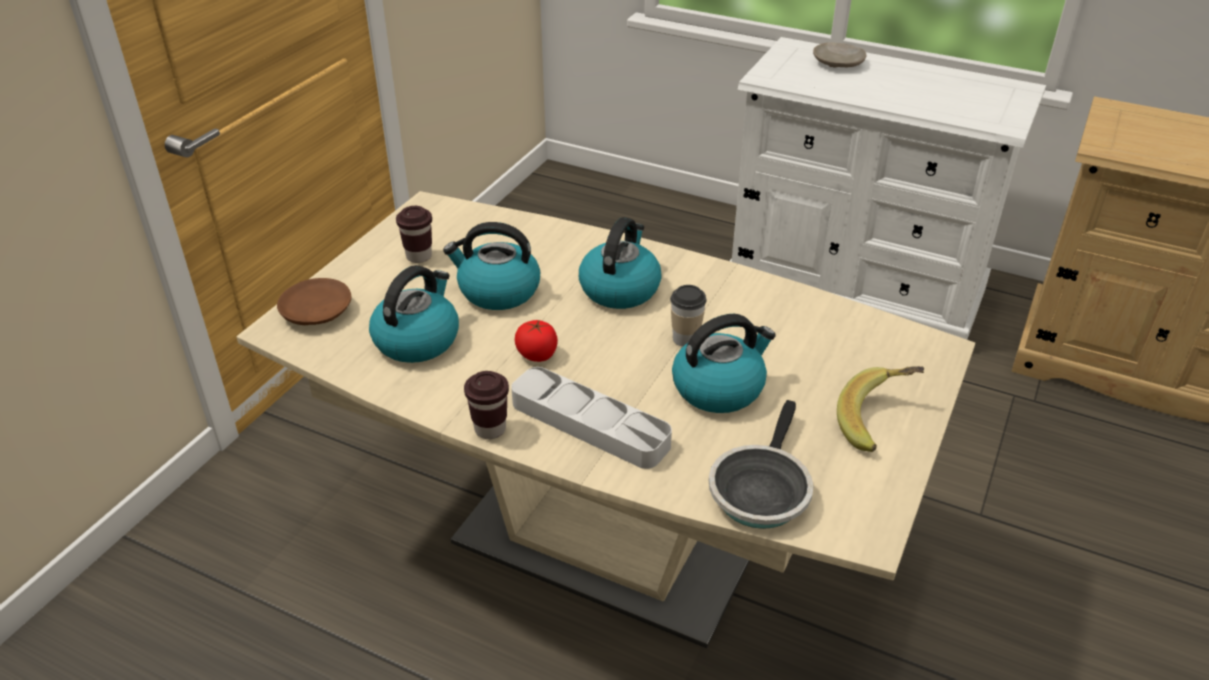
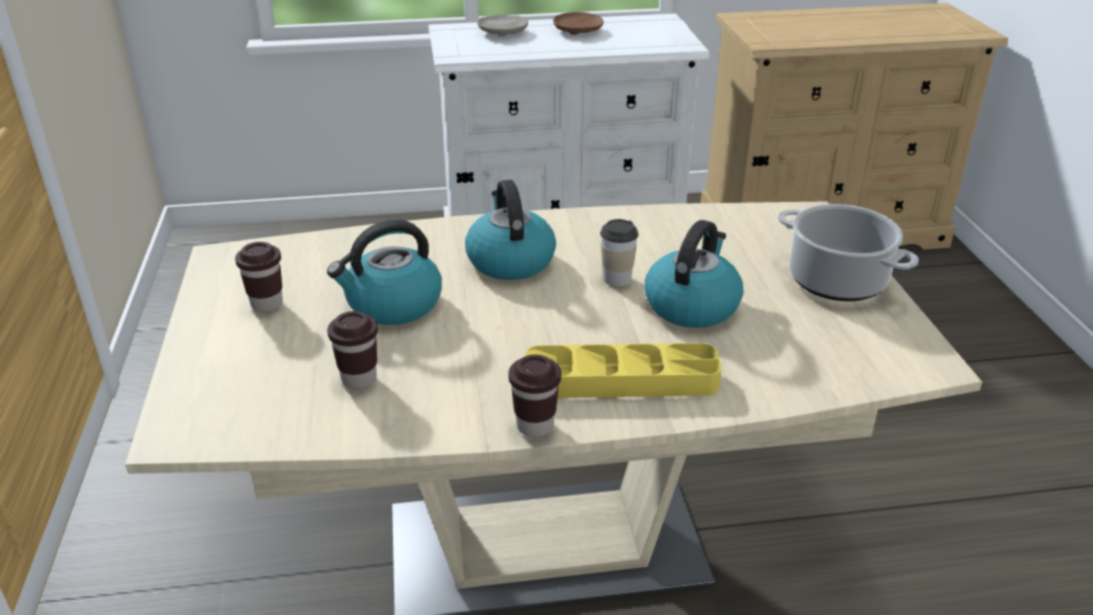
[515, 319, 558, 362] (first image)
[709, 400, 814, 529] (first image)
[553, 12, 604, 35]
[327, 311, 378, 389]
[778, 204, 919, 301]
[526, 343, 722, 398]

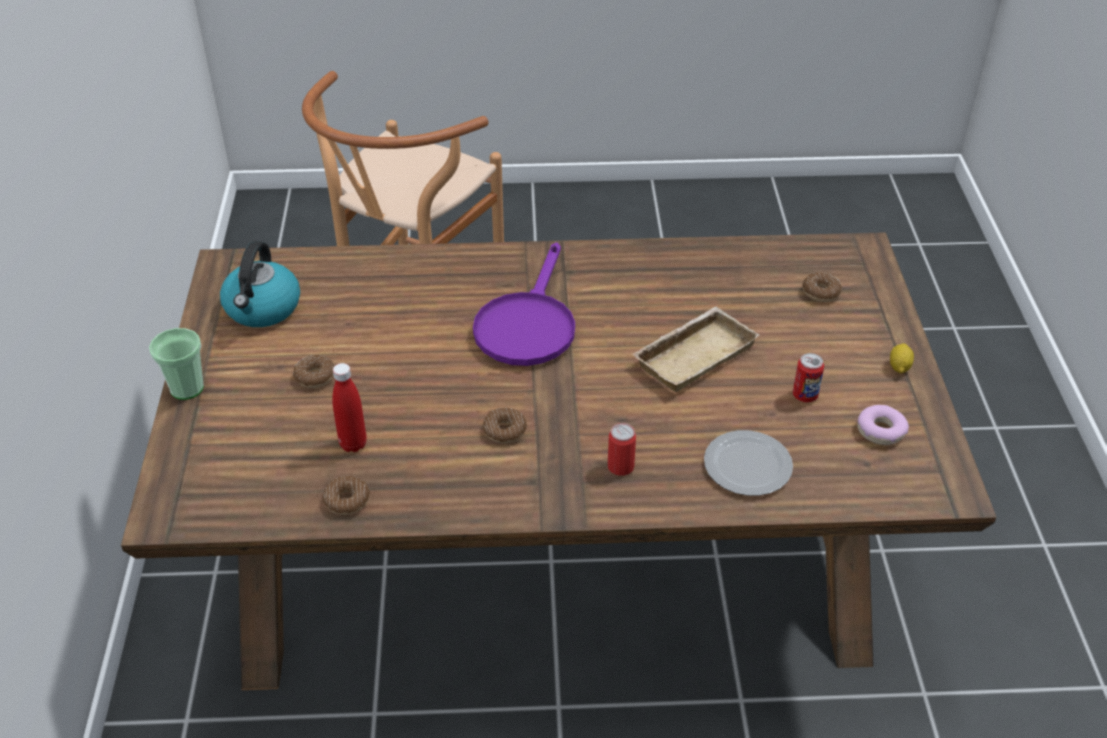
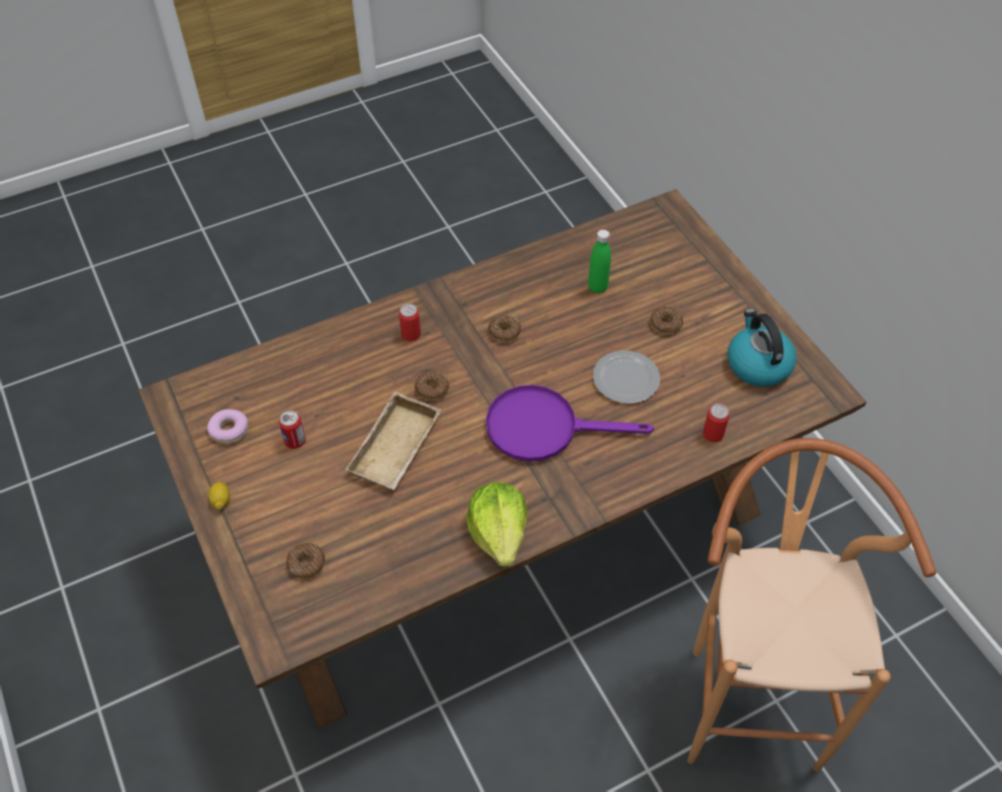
[149, 328, 204, 400] (first image)
[467, 482, 527, 567]
[703, 403, 729, 443]
[415, 371, 449, 401]
[593, 350, 660, 404]
[588, 230, 611, 294]
[486, 385, 654, 462]

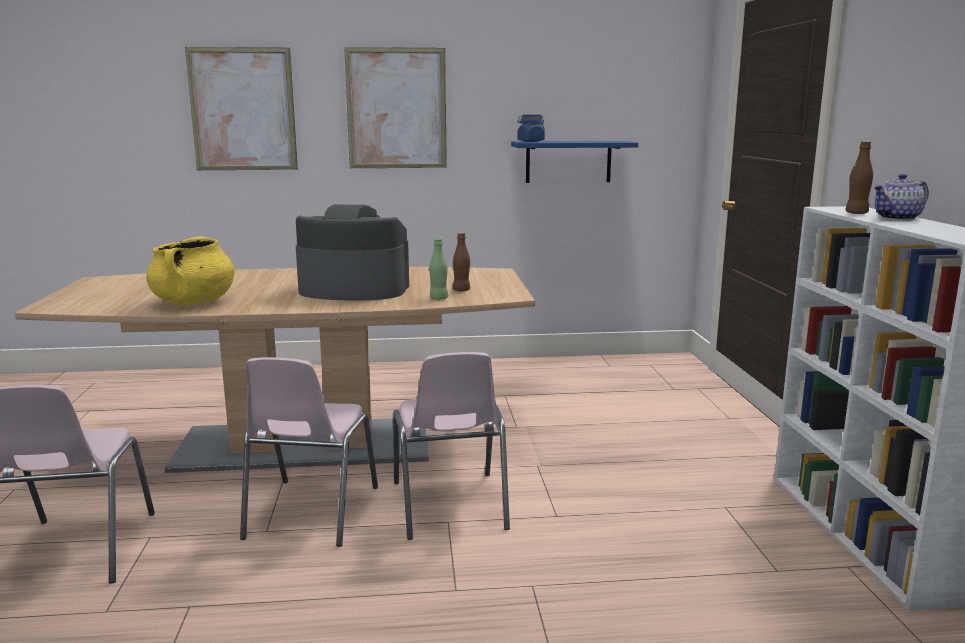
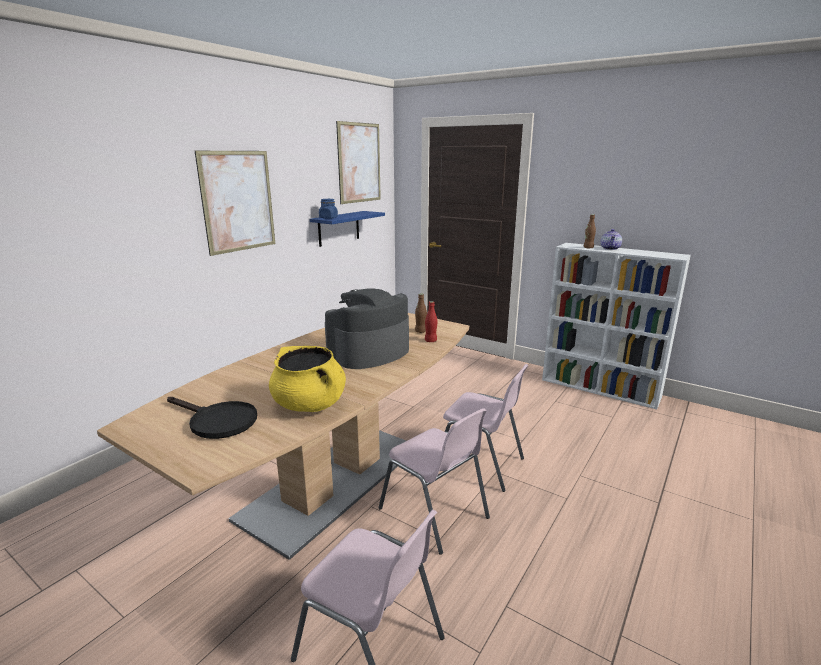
[167, 397, 257, 439]
[336, 121, 381, 204]
[425, 301, 438, 342]

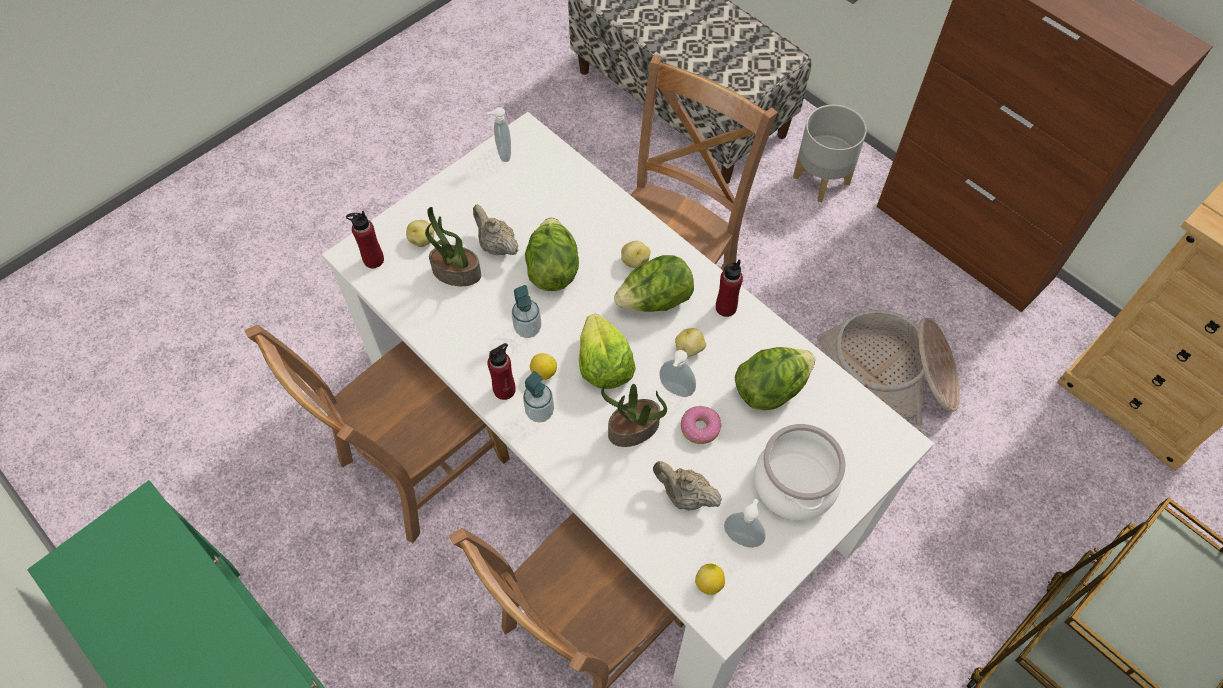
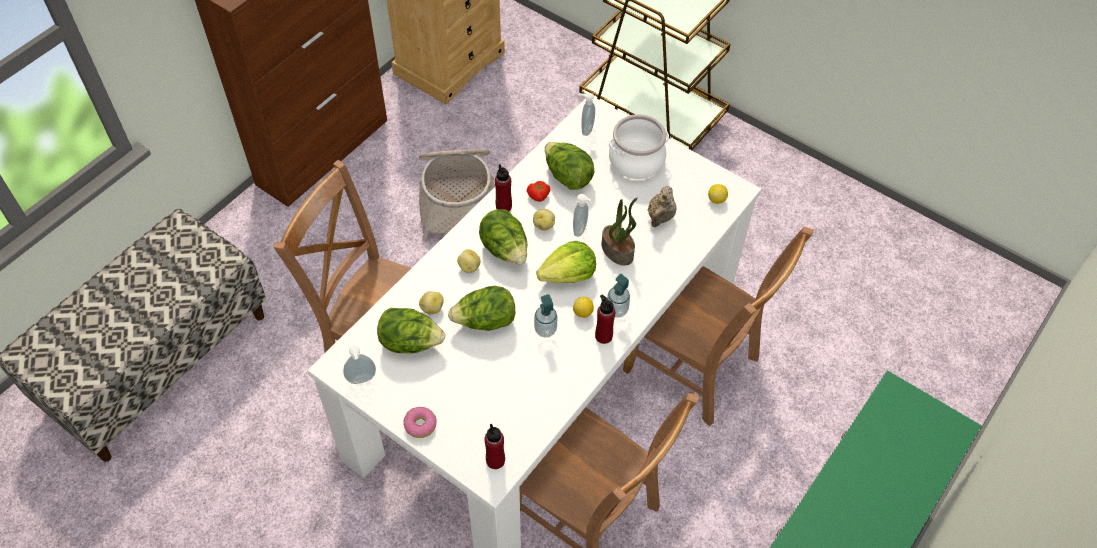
[425, 207, 481, 286] (first image)
[473, 204, 519, 255] (first image)
[793, 105, 867, 202] (first image)
[377, 308, 445, 354]
[526, 181, 550, 202]
[419, 291, 444, 314]
[403, 407, 436, 438]
[580, 93, 595, 136]

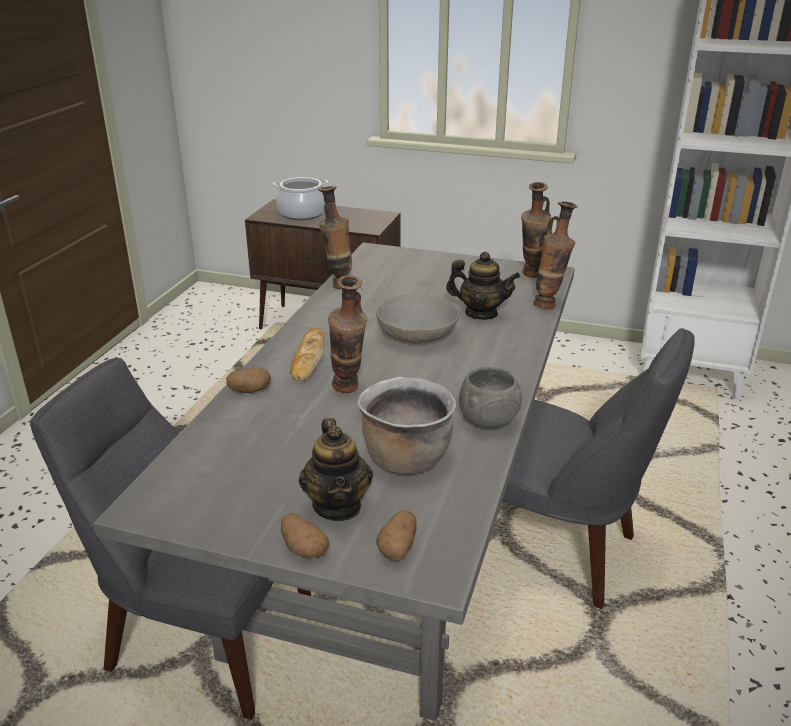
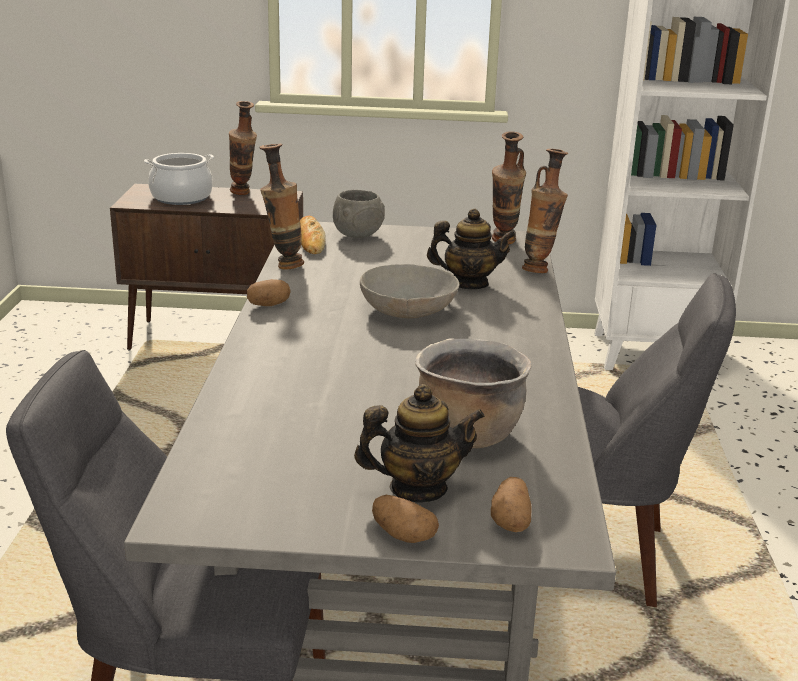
[247, 279, 290, 306]
[300, 216, 326, 254]
[229, 101, 257, 195]
[333, 190, 385, 238]
[354, 384, 485, 503]

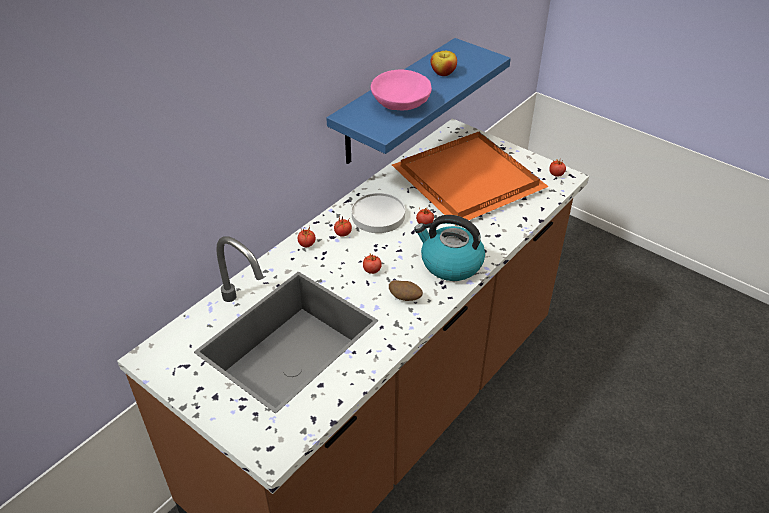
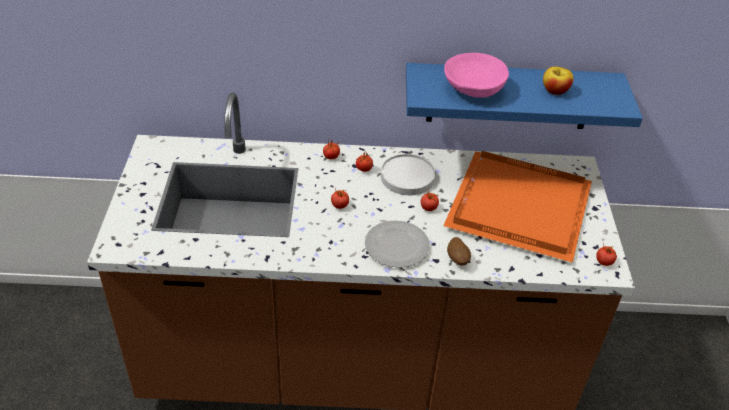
[447, 237, 471, 265]
[365, 220, 430, 268]

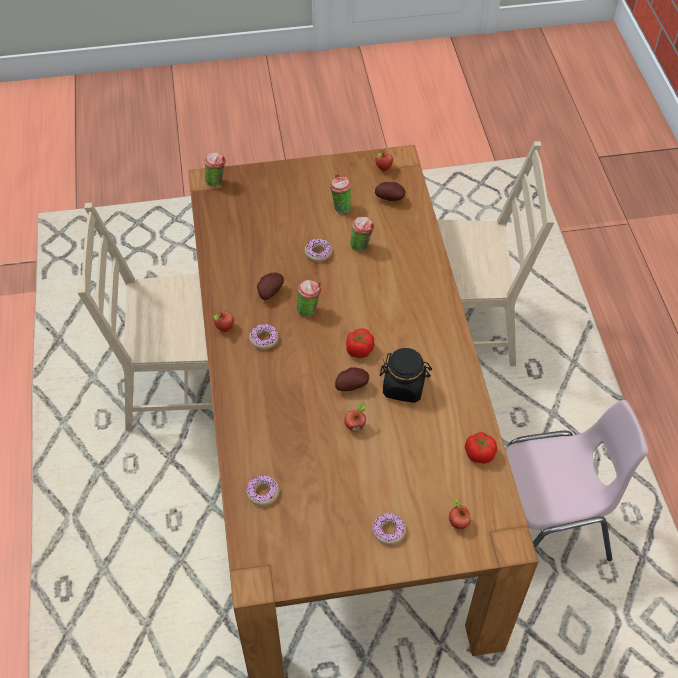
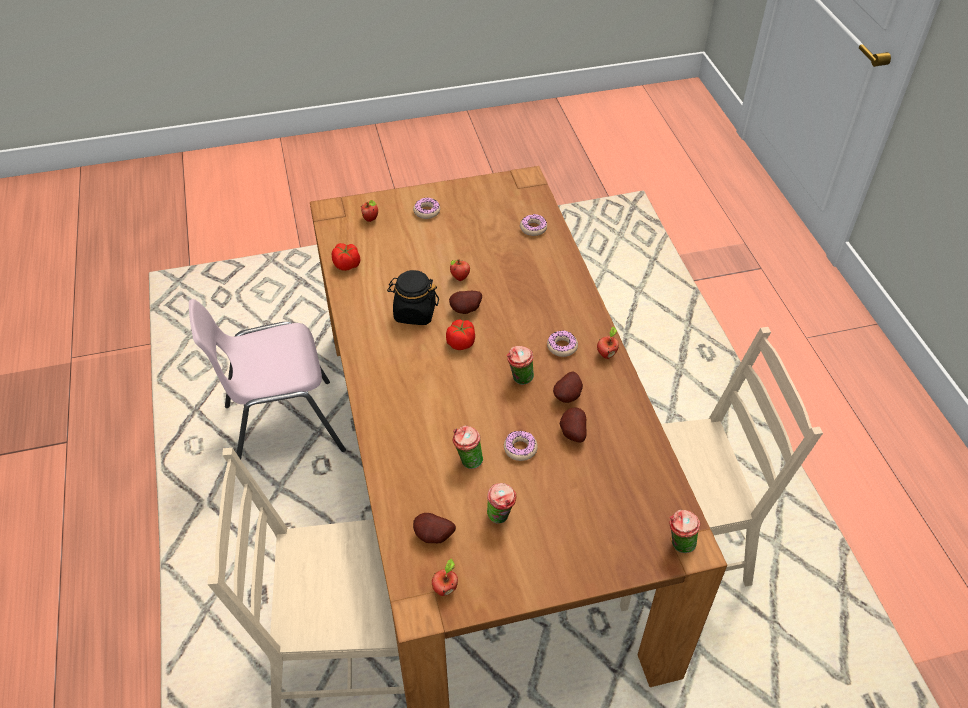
[559, 407, 587, 443]

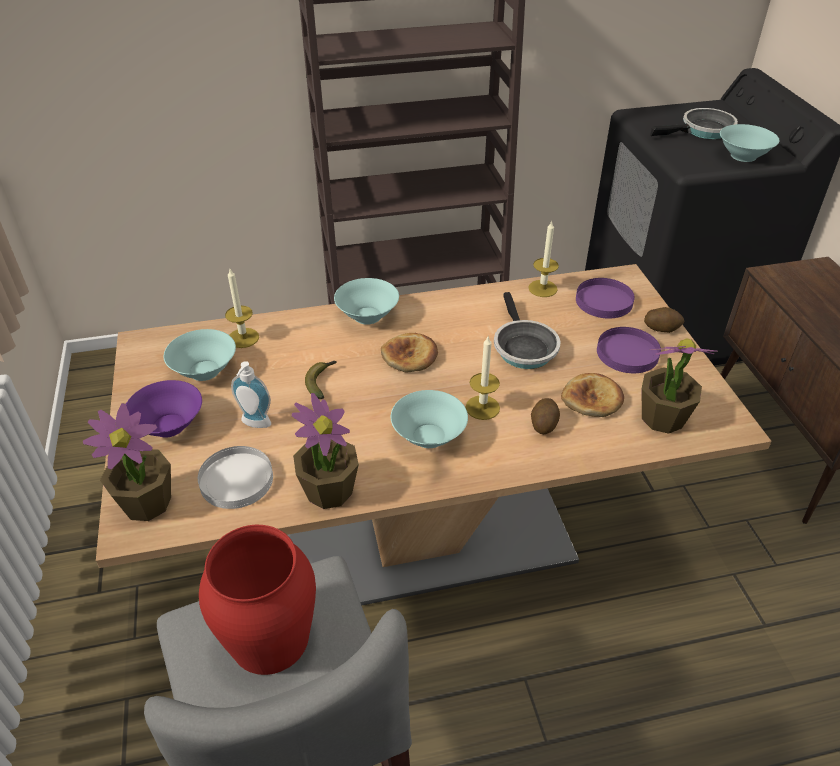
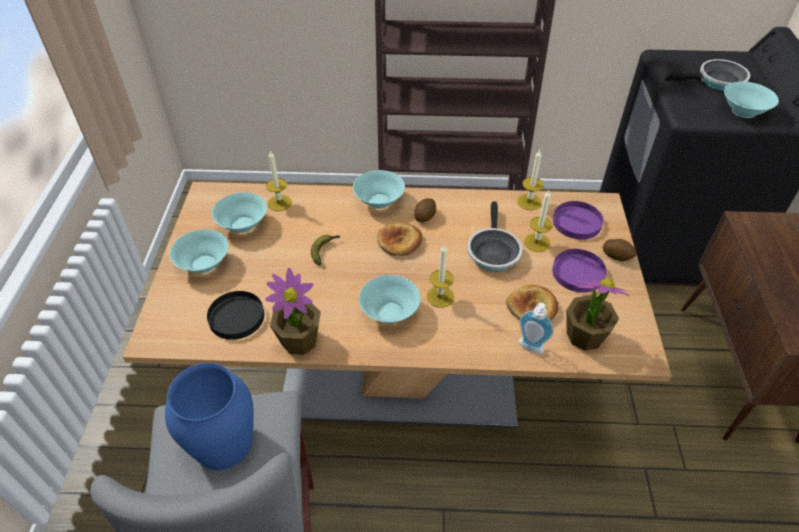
[83, 403, 171, 521] (first image)
[524, 190, 553, 252]
[519, 303, 554, 354]
[414, 198, 436, 222]
[170, 230, 229, 273]
[207, 291, 264, 340]
[165, 363, 254, 470]

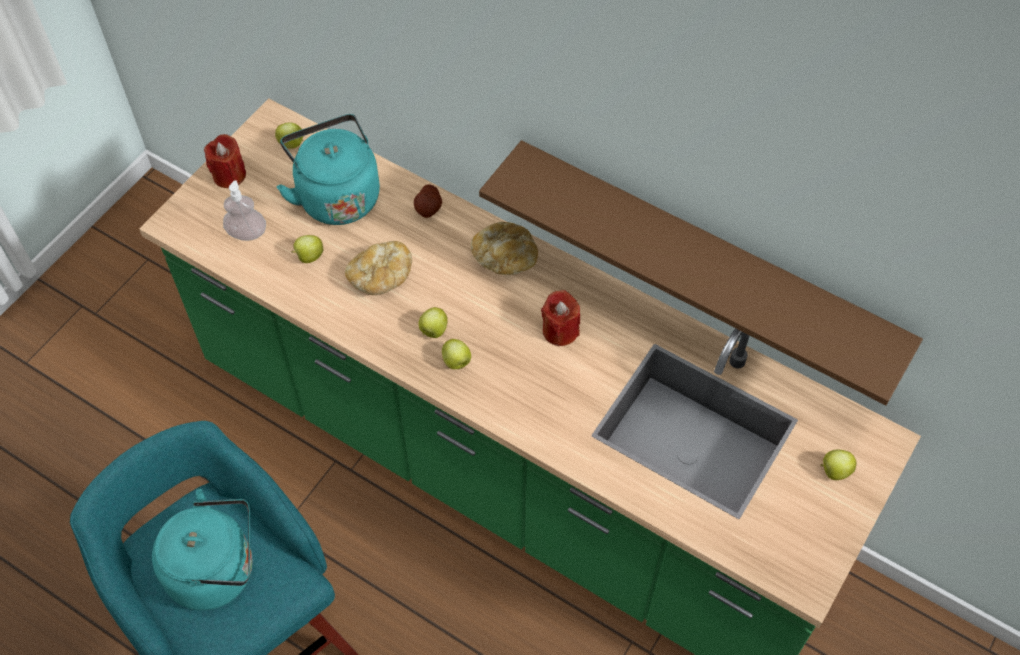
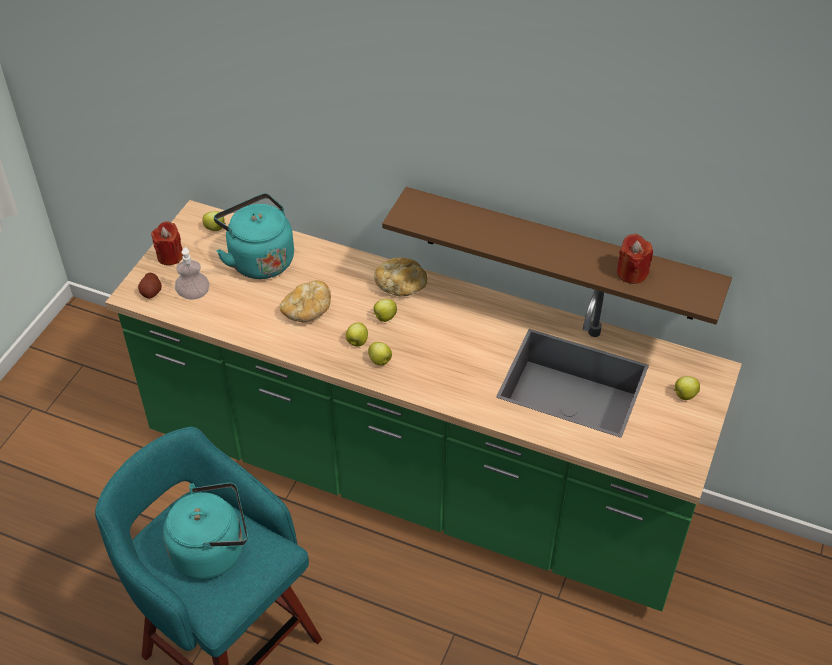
[373, 299, 397, 322]
[138, 273, 162, 299]
[617, 234, 653, 284]

